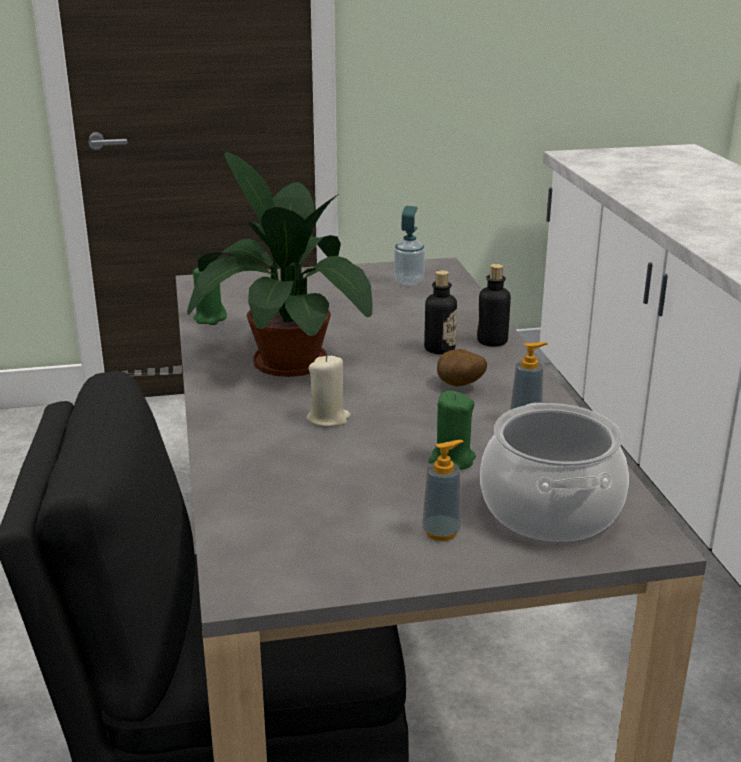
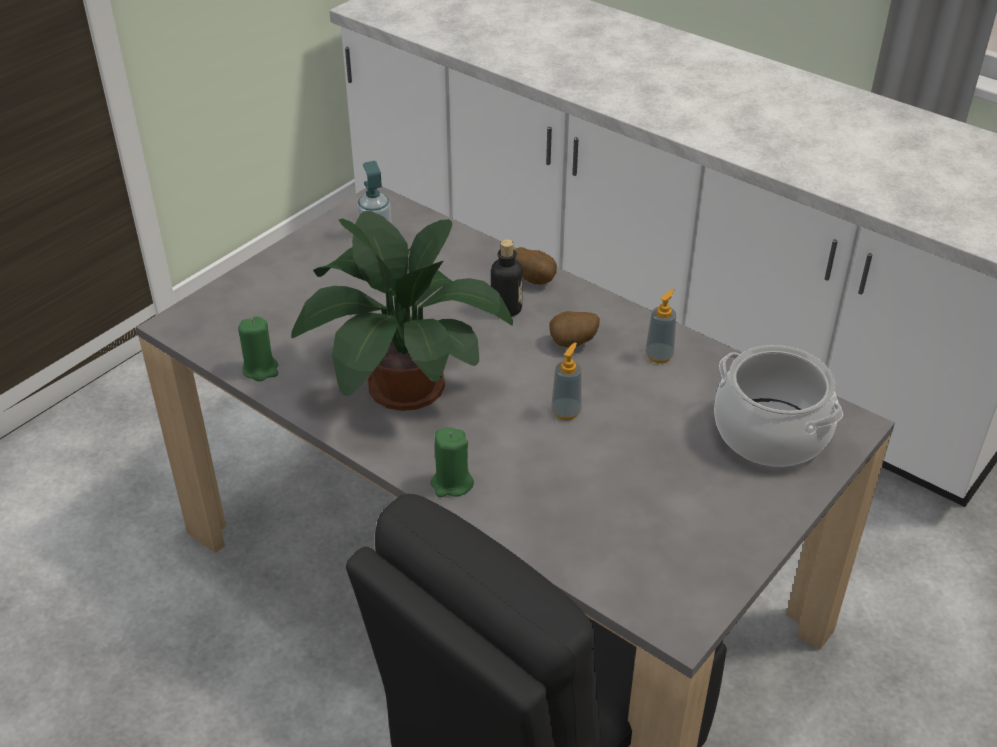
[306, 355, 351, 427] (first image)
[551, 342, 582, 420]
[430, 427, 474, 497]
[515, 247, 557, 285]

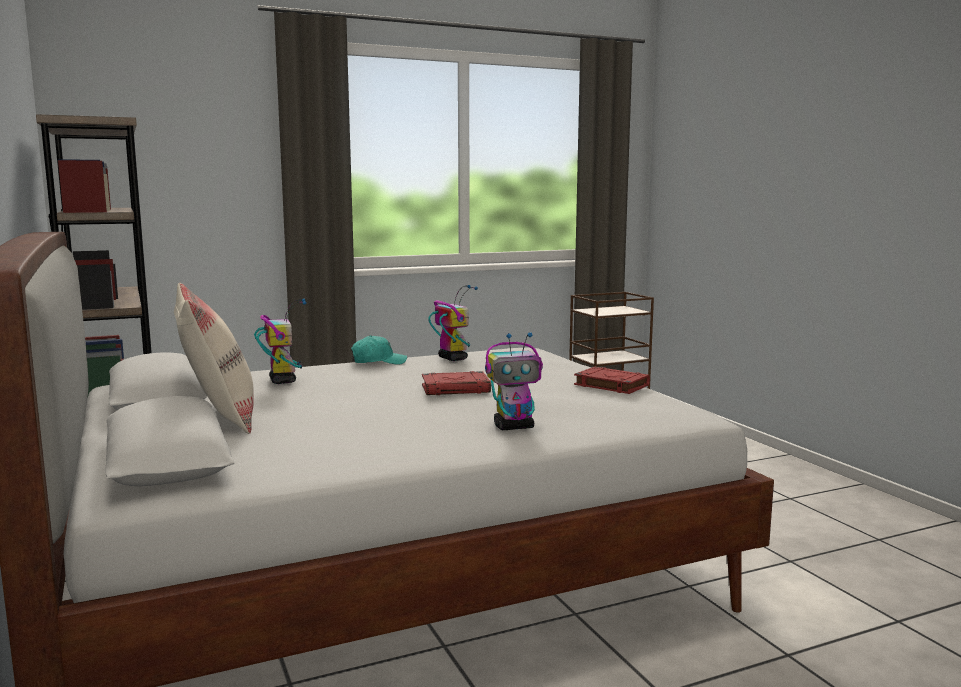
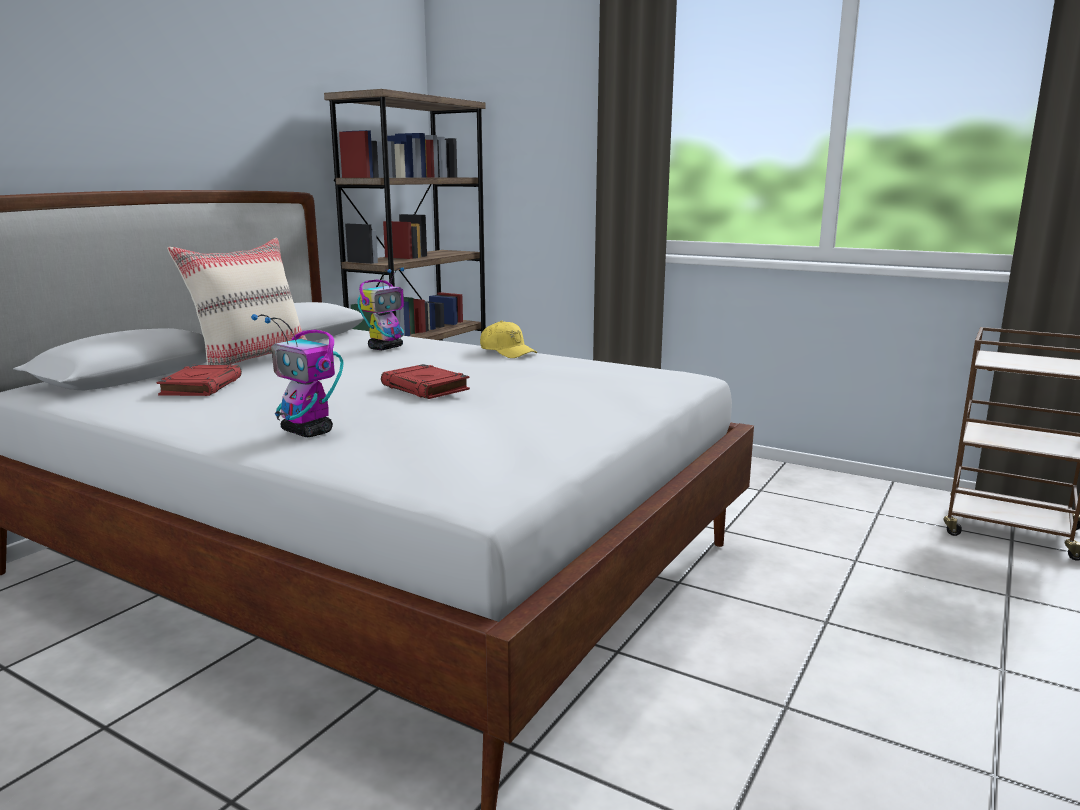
[428, 285, 478, 361] (first image)
[157, 365, 242, 396]
[480, 321, 537, 358]

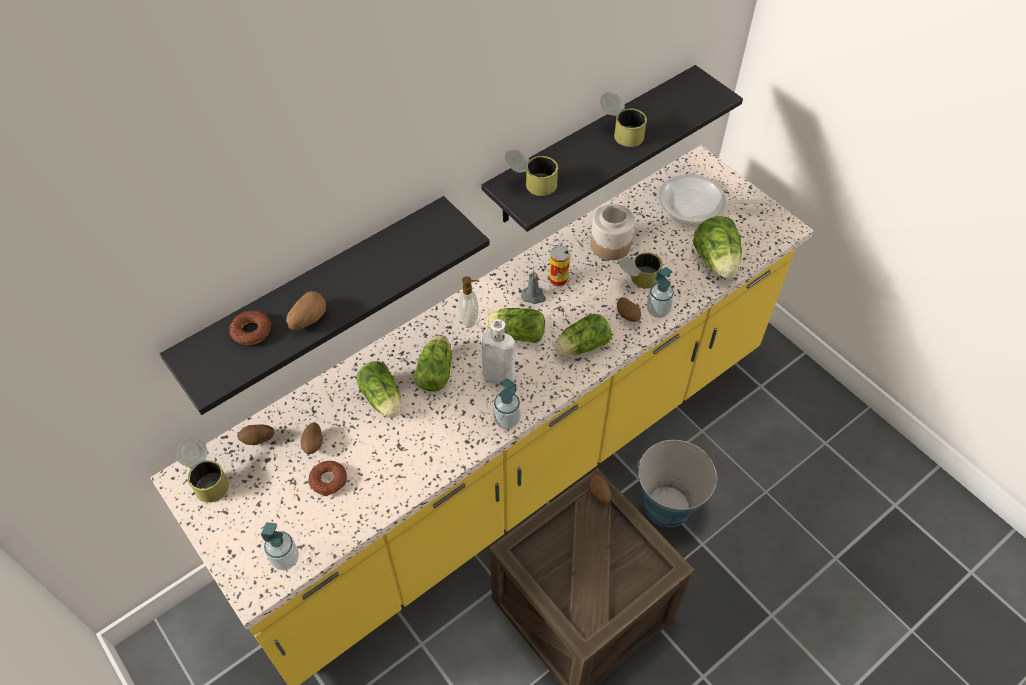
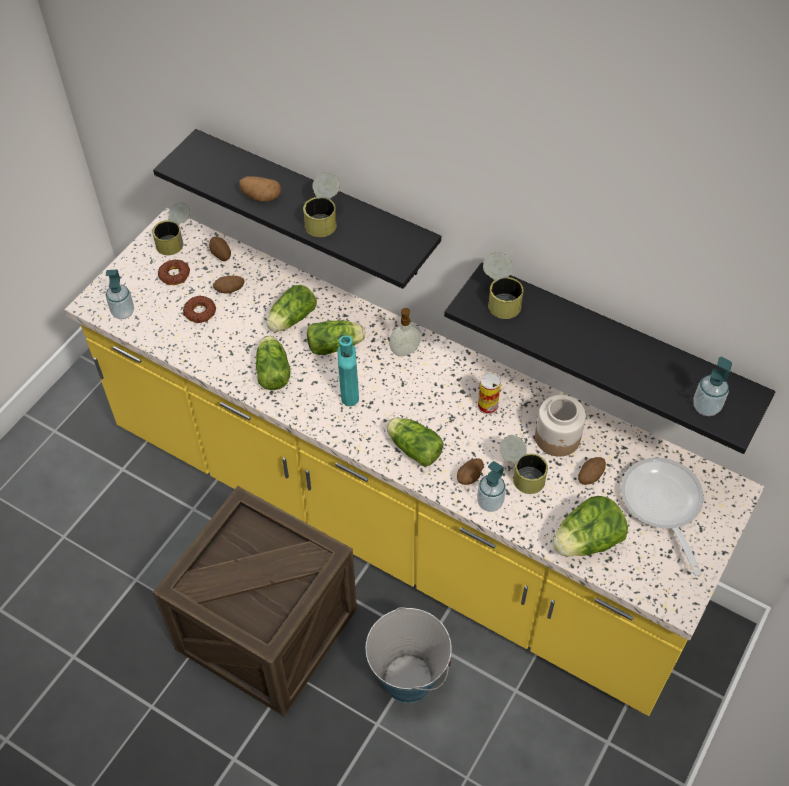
[521, 270, 546, 304] (first image)
[158, 260, 190, 285]
[256, 336, 290, 390]
[693, 356, 732, 416]
[578, 457, 606, 485]
[303, 173, 340, 237]
[337, 335, 359, 406]

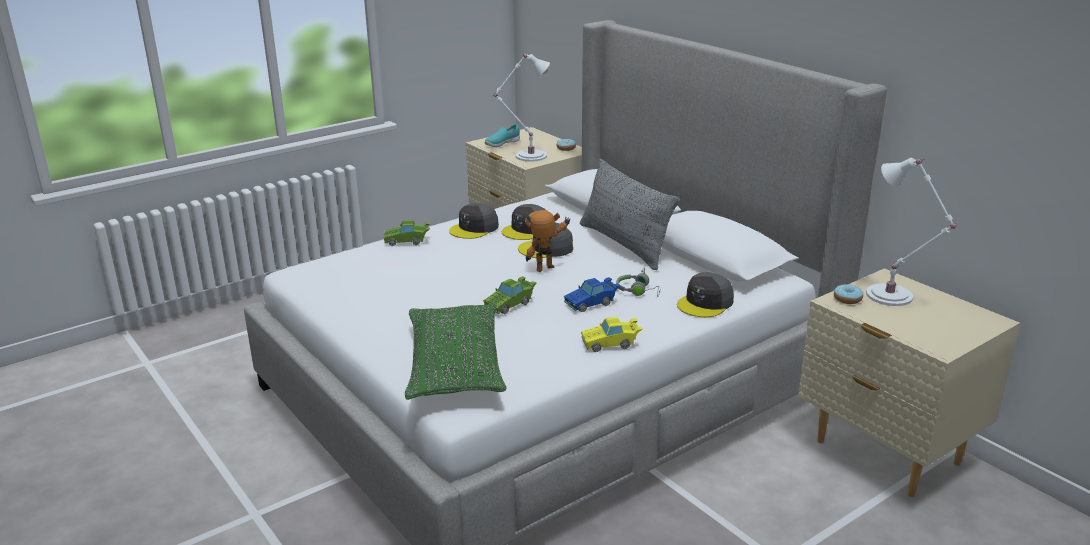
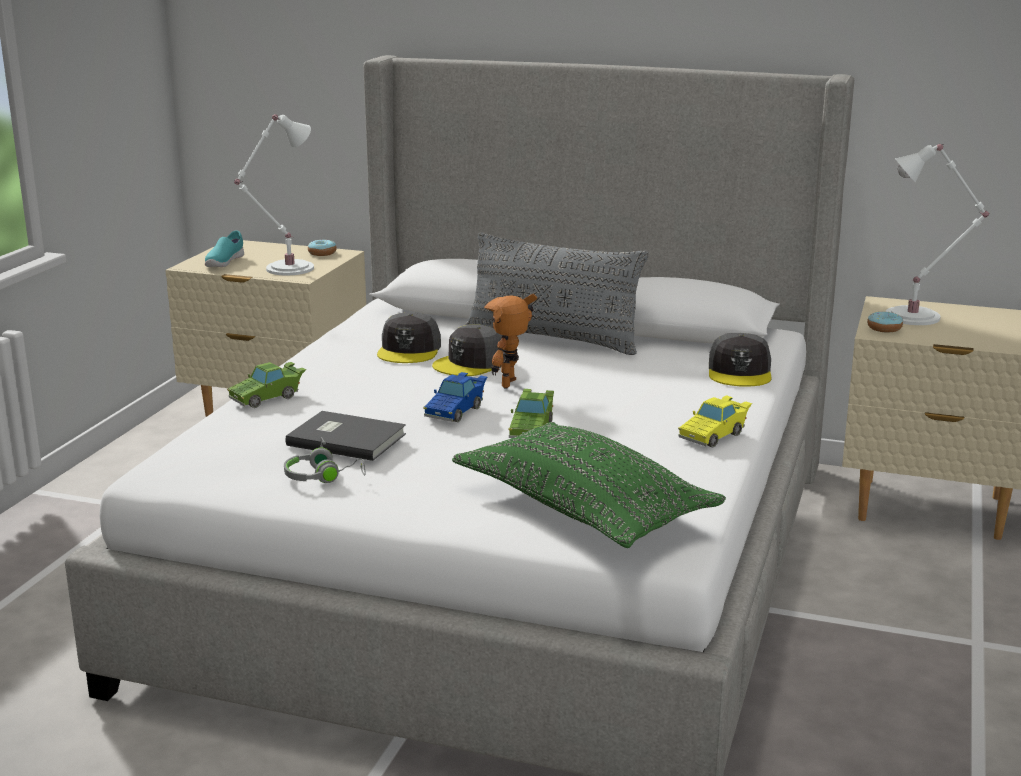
[449, 203, 499, 239] (first image)
[285, 411, 406, 461]
[423, 372, 487, 422]
[284, 437, 365, 483]

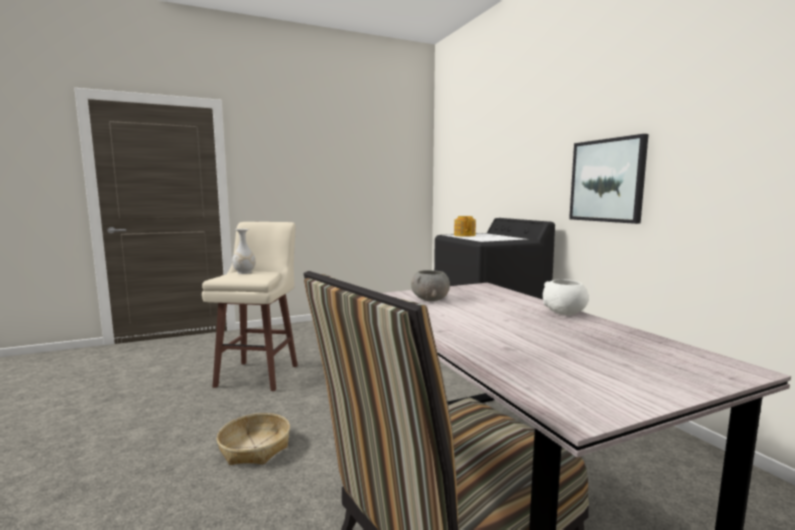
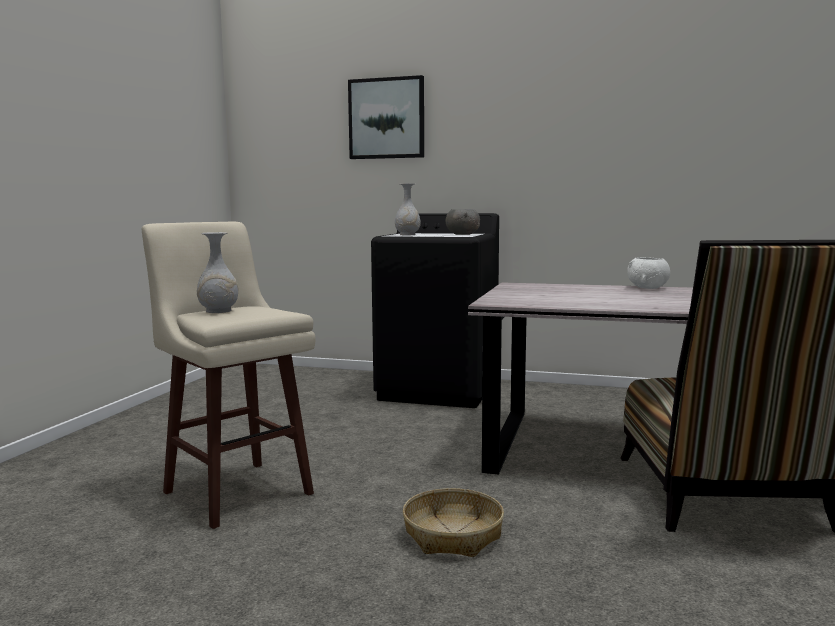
[446, 209, 480, 235]
[348, 75, 424, 159]
[395, 183, 420, 235]

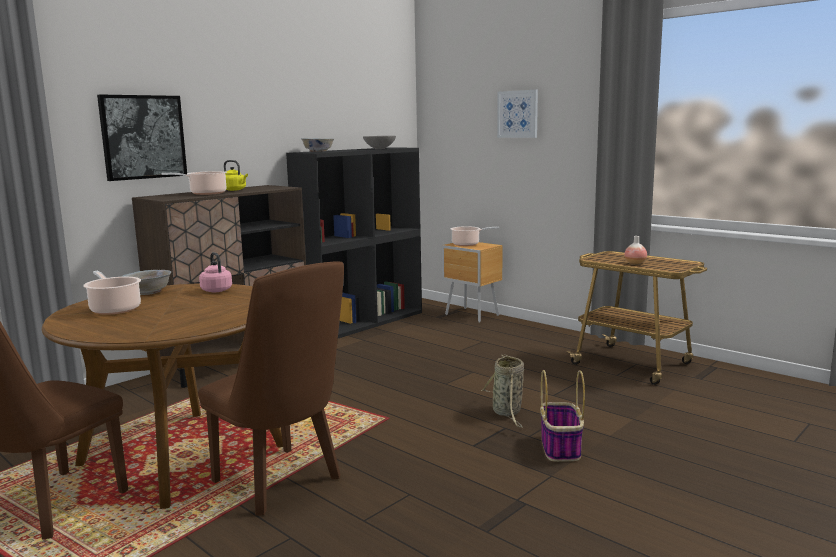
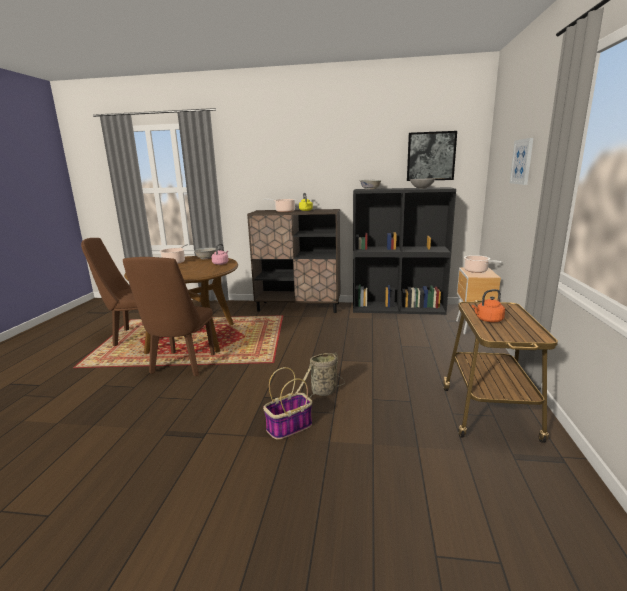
[407, 131, 457, 181]
[472, 289, 505, 322]

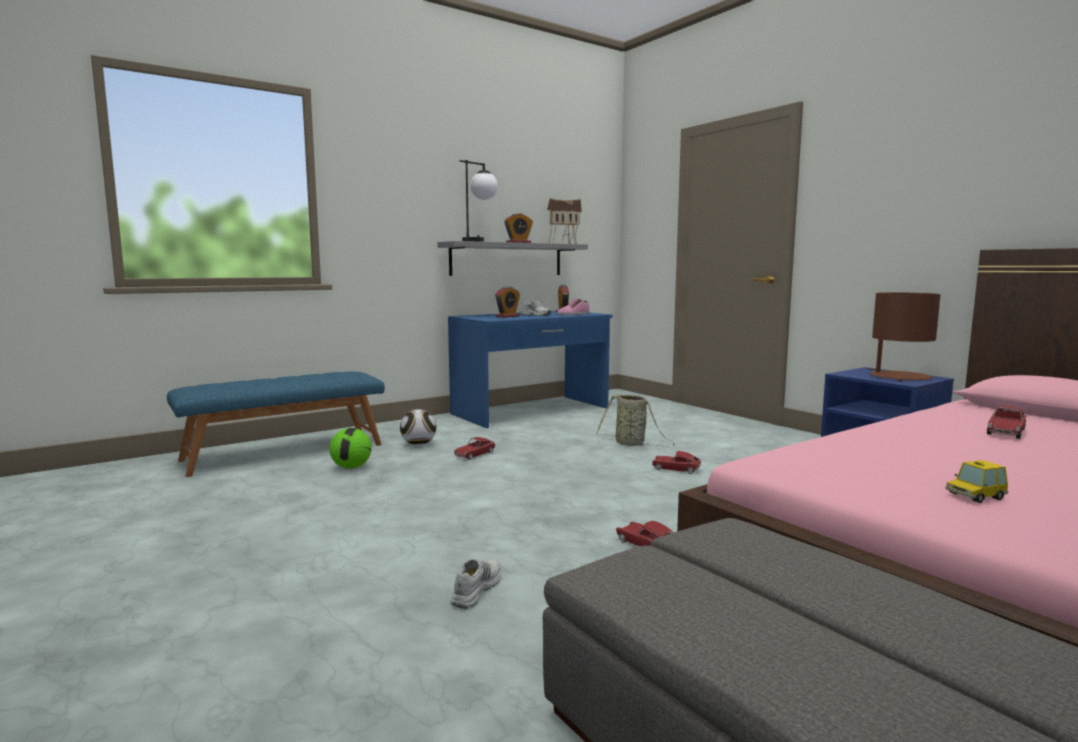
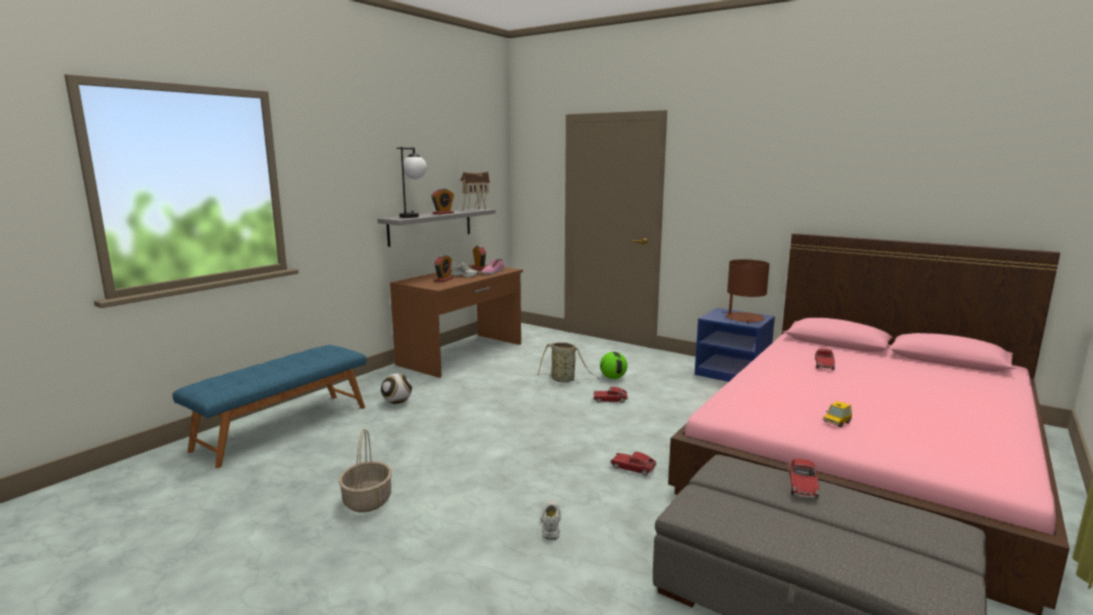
[339, 429, 392, 513]
[600, 352, 627, 379]
[789, 459, 819, 498]
[390, 264, 523, 378]

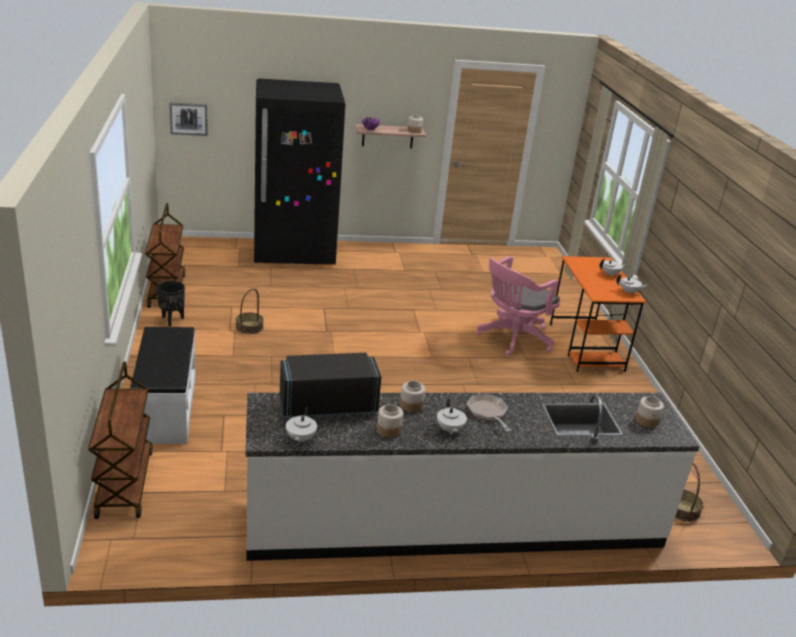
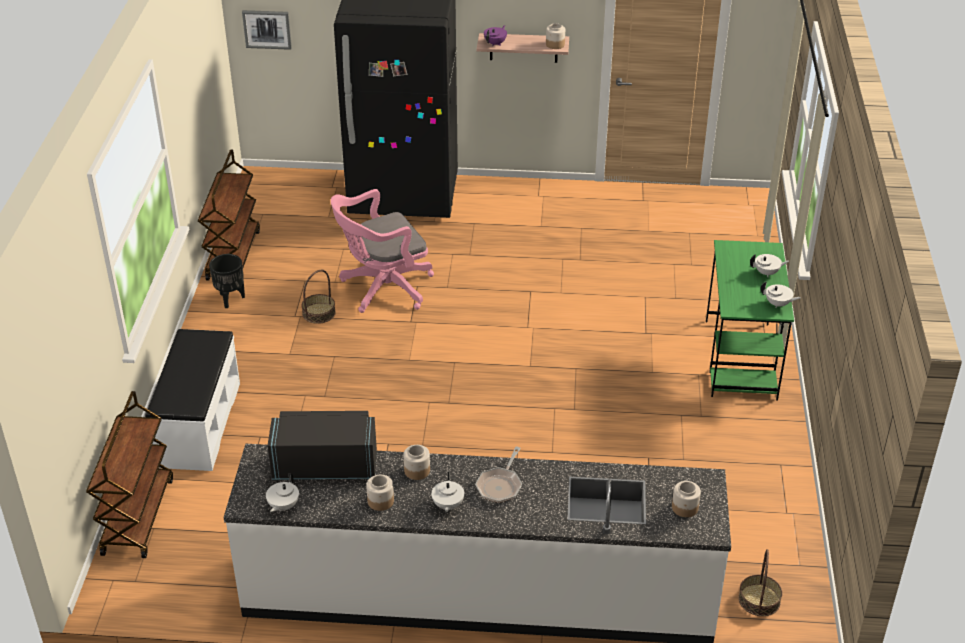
[331, 189, 434, 313]
[706, 240, 794, 400]
[475, 446, 522, 503]

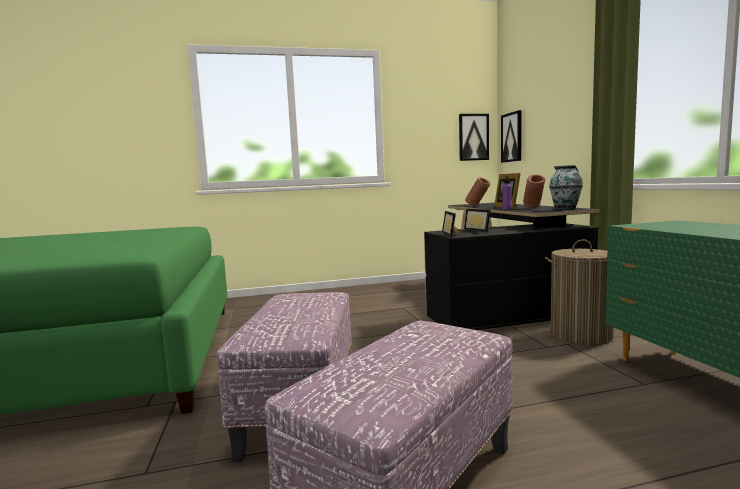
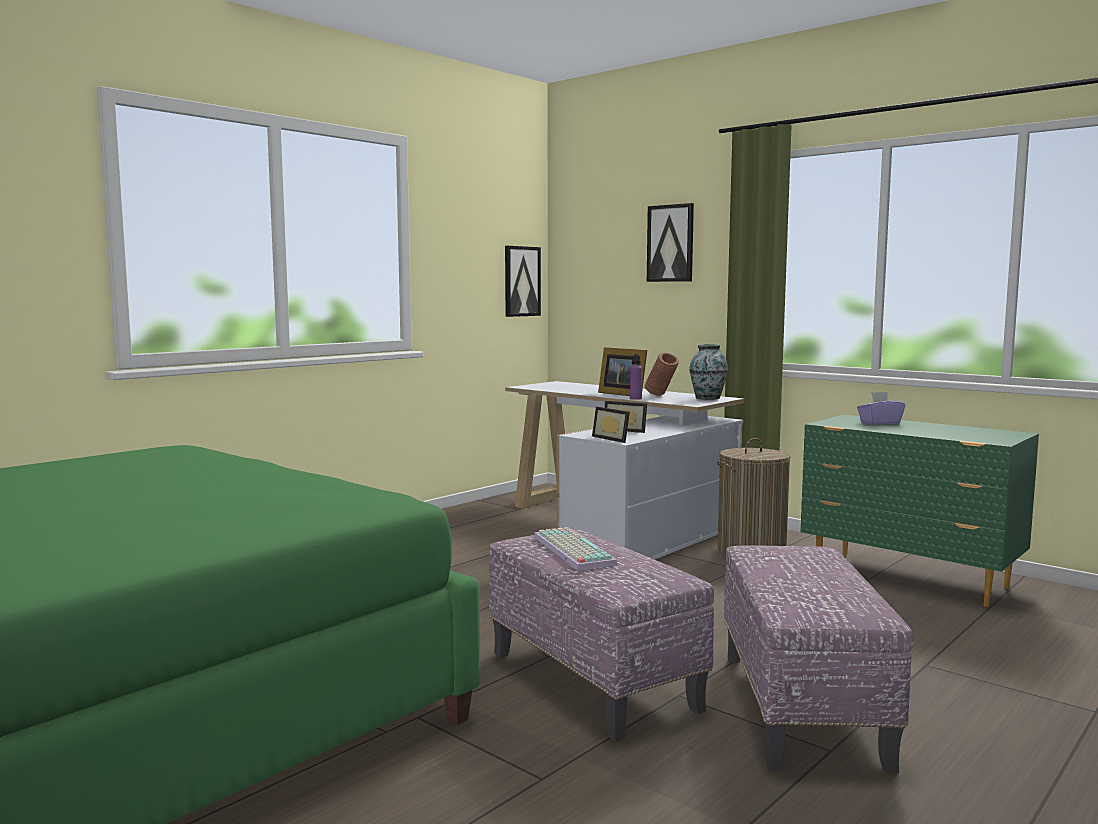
[465, 177, 490, 206] (first image)
[534, 527, 617, 570]
[857, 392, 905, 425]
[647, 203, 694, 282]
[505, 381, 744, 560]

